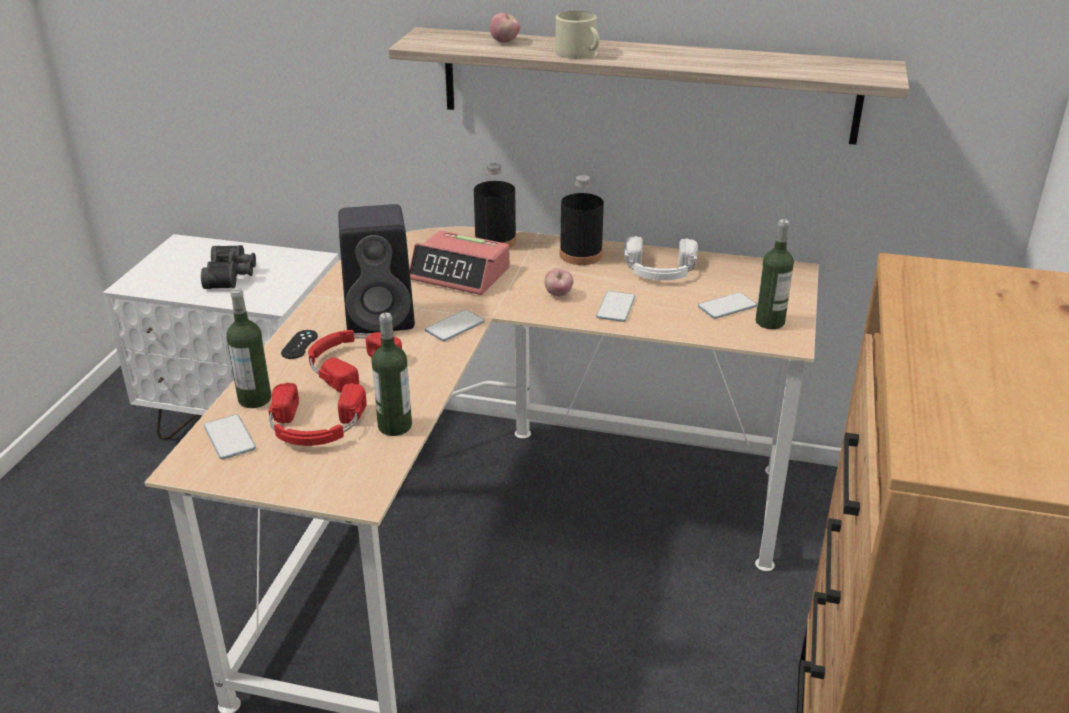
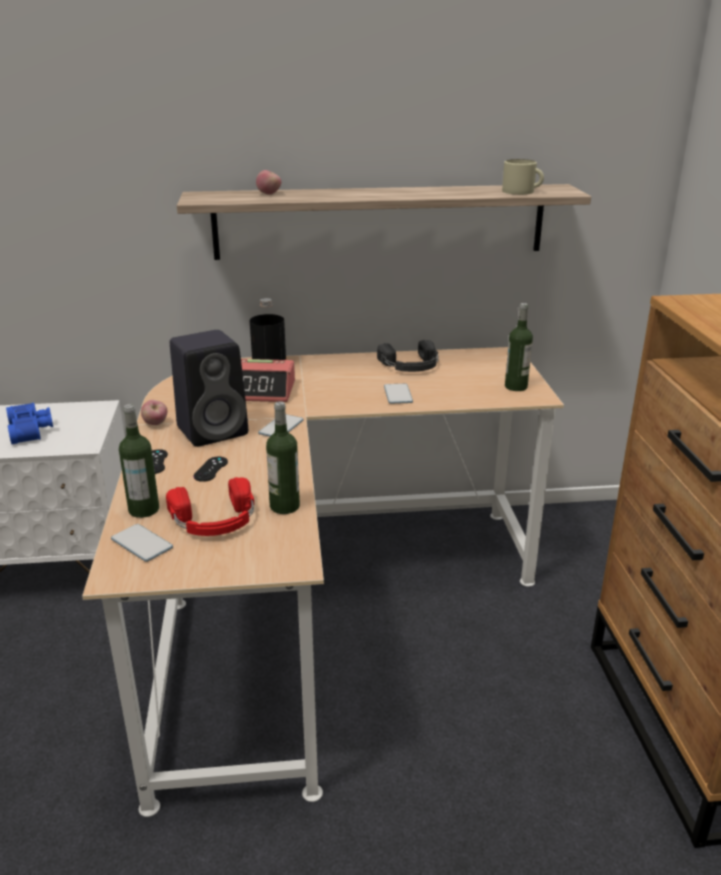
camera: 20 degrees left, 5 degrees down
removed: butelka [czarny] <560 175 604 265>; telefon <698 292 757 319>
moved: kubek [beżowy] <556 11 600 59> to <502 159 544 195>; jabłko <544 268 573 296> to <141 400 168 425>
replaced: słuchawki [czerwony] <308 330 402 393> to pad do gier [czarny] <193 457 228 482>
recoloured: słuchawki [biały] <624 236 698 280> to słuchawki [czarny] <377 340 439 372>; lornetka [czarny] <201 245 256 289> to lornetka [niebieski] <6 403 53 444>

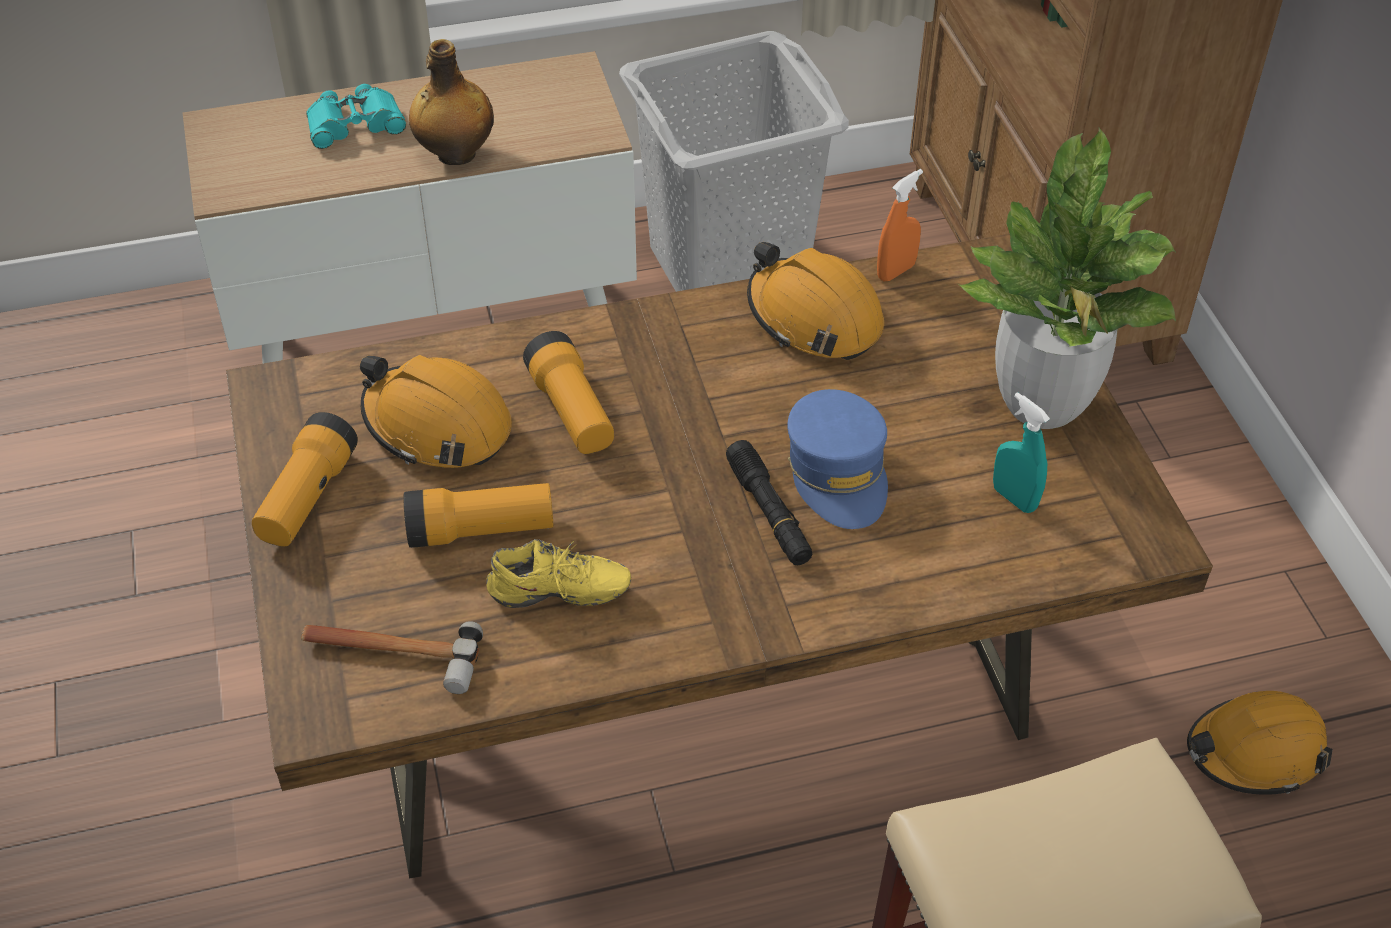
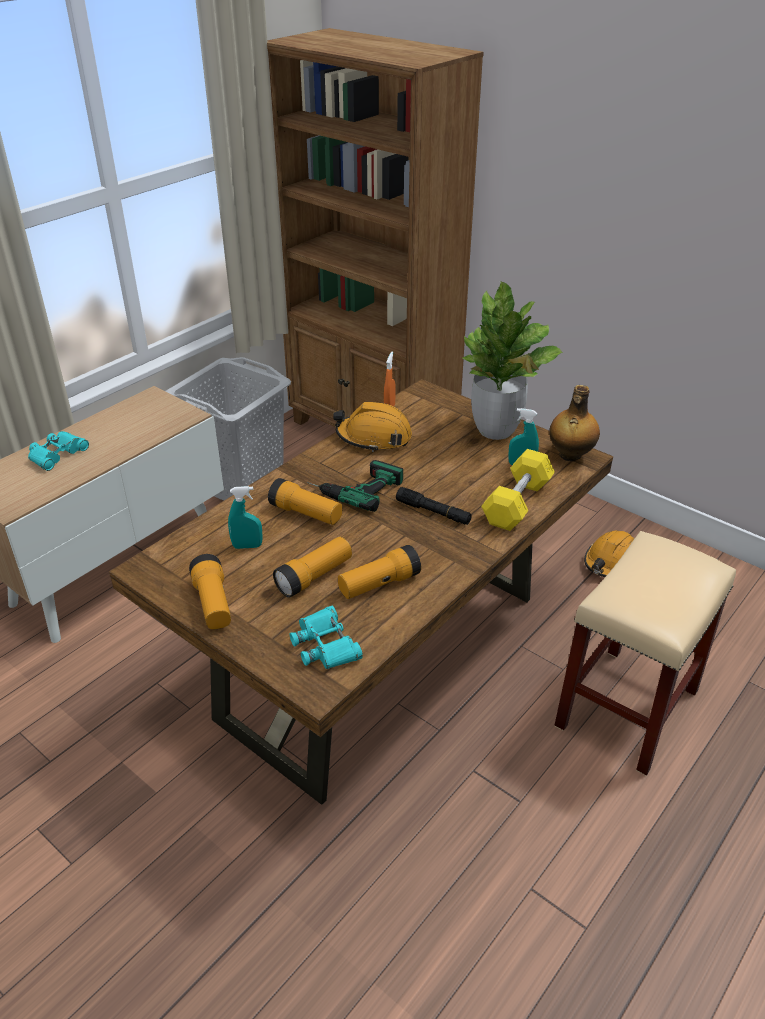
camera: 35 degrees left, 10 degrees down
removed: czapka z daszkiem [niebieski] <787 389 888 529>
added: hantel [żółty] <481 449 555 531>; wiertarka <307 460 403 512>
moved: butelka <409 39 494 165> to <549 385 600 461>
replaced: kask [pomarańczowy] <360 355 512 468> to spryskiwacz [turkusowy] <228 486 263 549>; but [żółty] <486 539 631 608> to latarka <338 545 421 599>; młotek <301 621 483 694> to lornetka [turkusowy] <290 606 363 669>

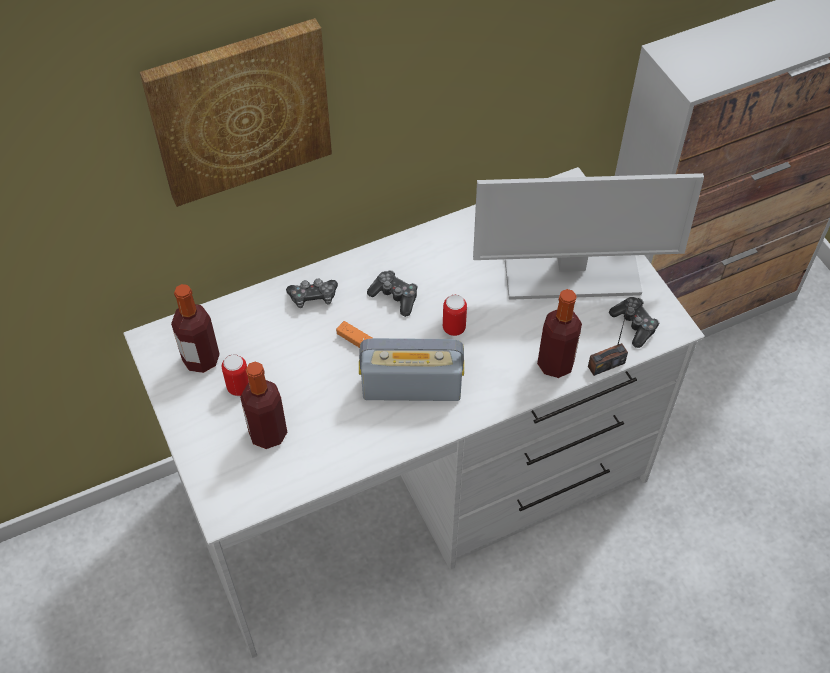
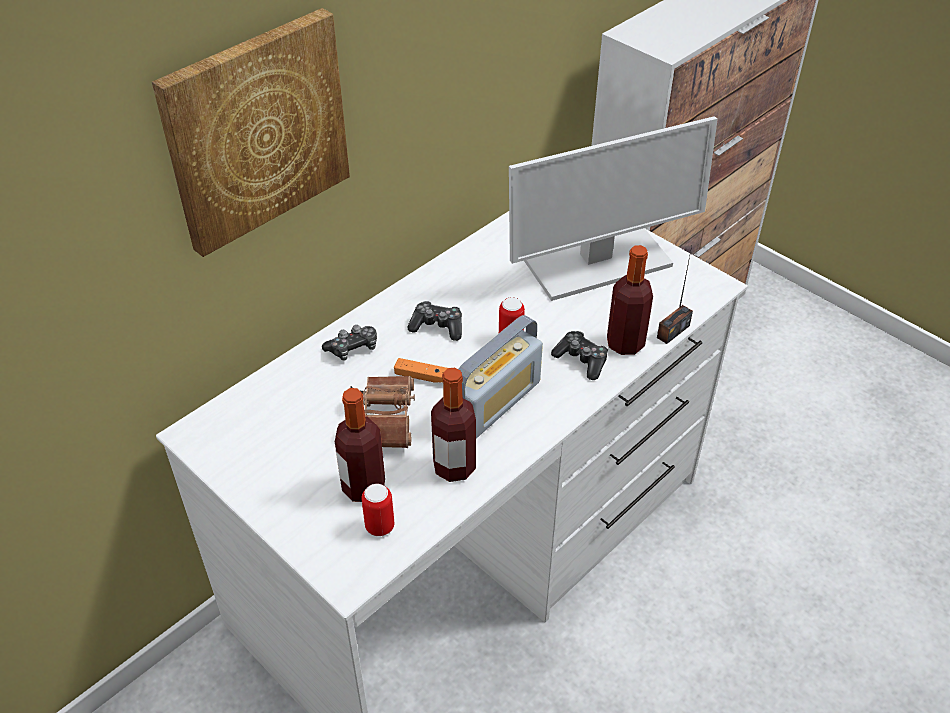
camera: 20 degrees left, 10 degrees down
added: lornetka [brązowy] <350 376 415 448>
moved: butelka <171 284 220 373> to <431 367 476 482>; pad do gier <609 297 660 348> to <551 331 608 380>; puszka <222 355 249 396> to <361 484 394 537>
turned: radio <359 338 464 401> = <459 315 543 438> 150 degrees clockwise

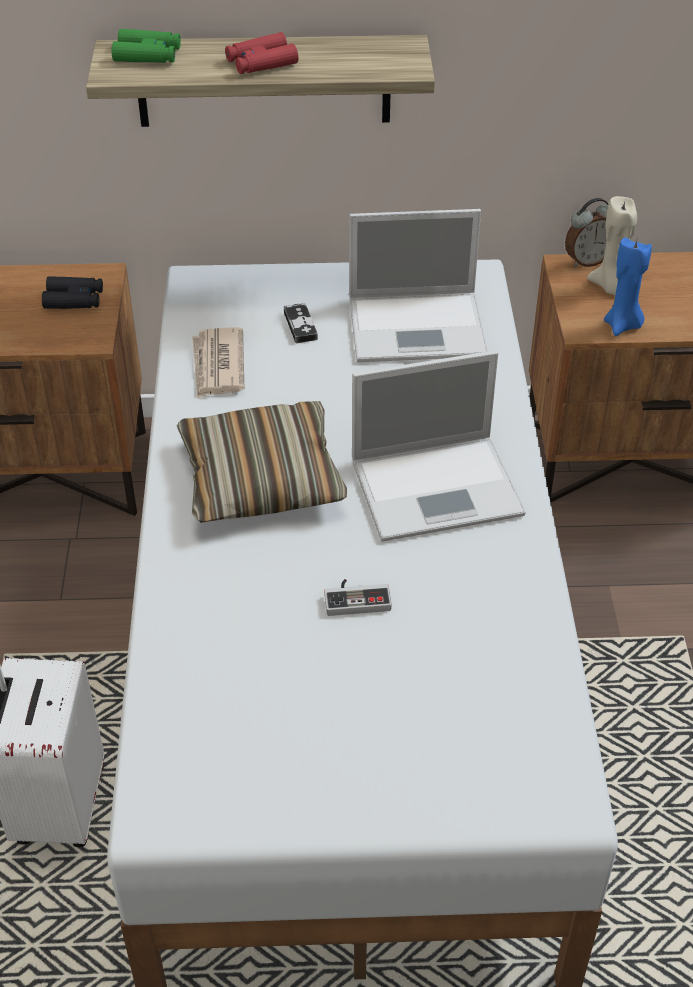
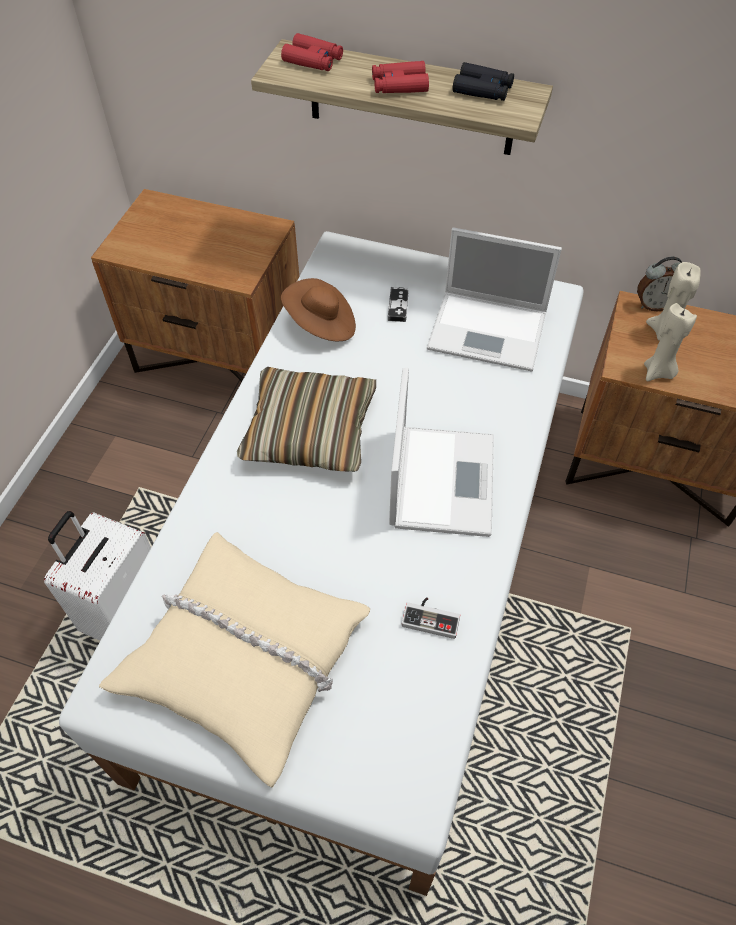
camera: 20 degrees right, 10 degrees up
added: poduszka [beżowy] <99 532 370 788>
moved: lornetka [czarny] <42 276 103 309> to <452 62 514 101>; pad do gier <324 579 392 616> to <402 597 460 639>
replaced: gazeta <192 327 244 398> to kapelusz [brązowy] <281 278 356 341>
recoloured: lornetka [zielony] <112 29 181 63> to lornetka [czerwony] <281 33 343 71>; świeca [niebieski] <604 237 652 336> to świeca [beżowy] <644 303 697 381>
turned: laptop <352 350 526 542> = <389 368 494 537> 90 degrees counterclockwise

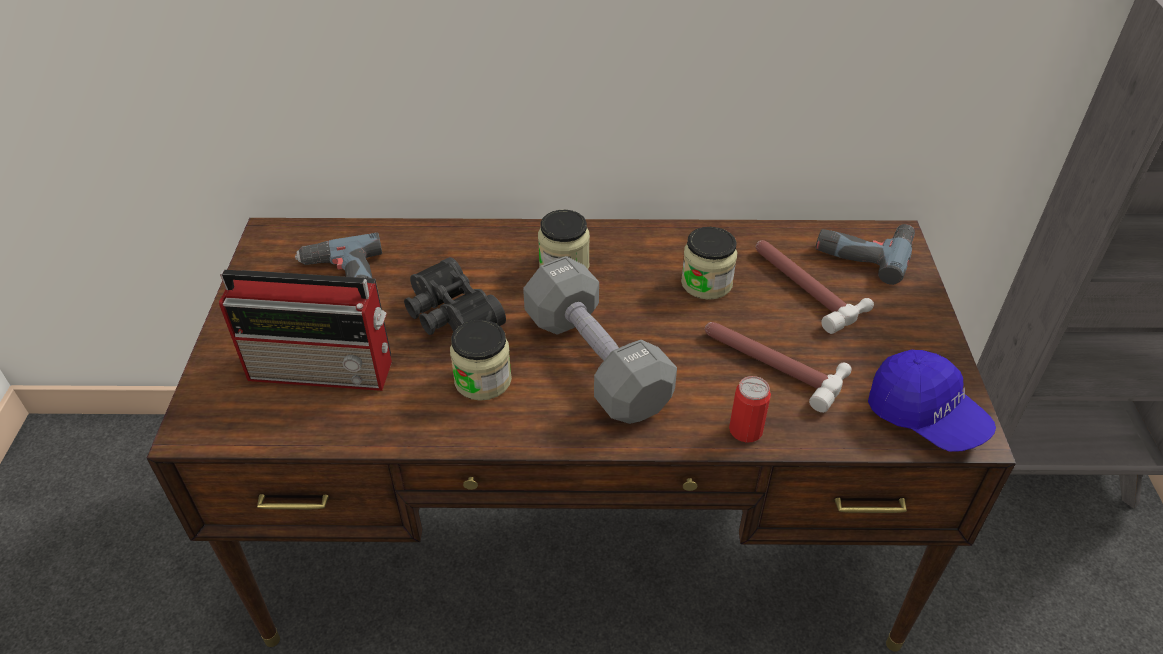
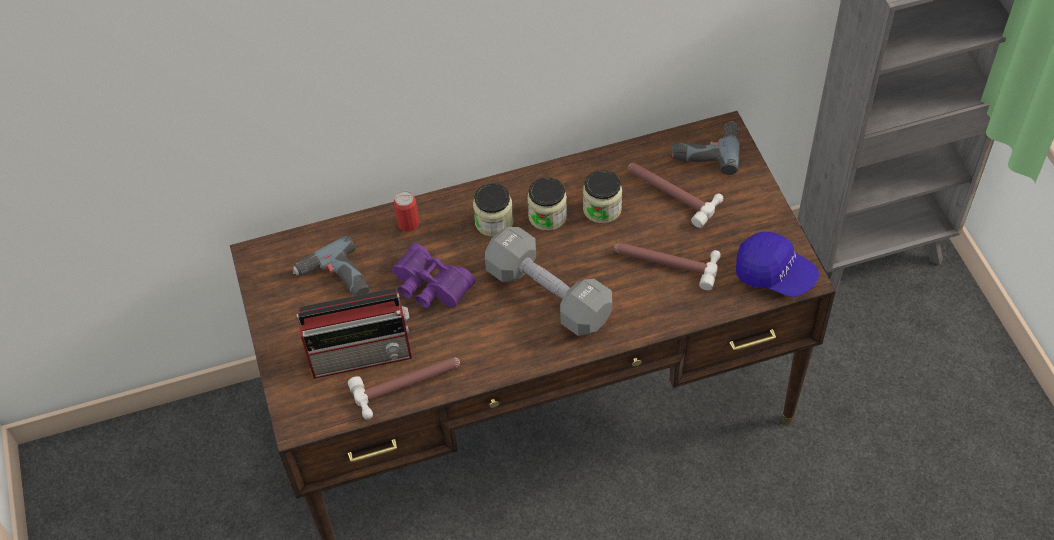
camera: 15 degrees left, 10 degrees up
added: młotek <348 358 460 420>
moved: słoik <450 320 512 401> to <527 178 567 231>; puszka <729 376 771 443> to <394 191 419 232>
recoloured: lornetka [czarny] <404 257 506 335> to lornetka [fioletowy] <392 243 475 308>

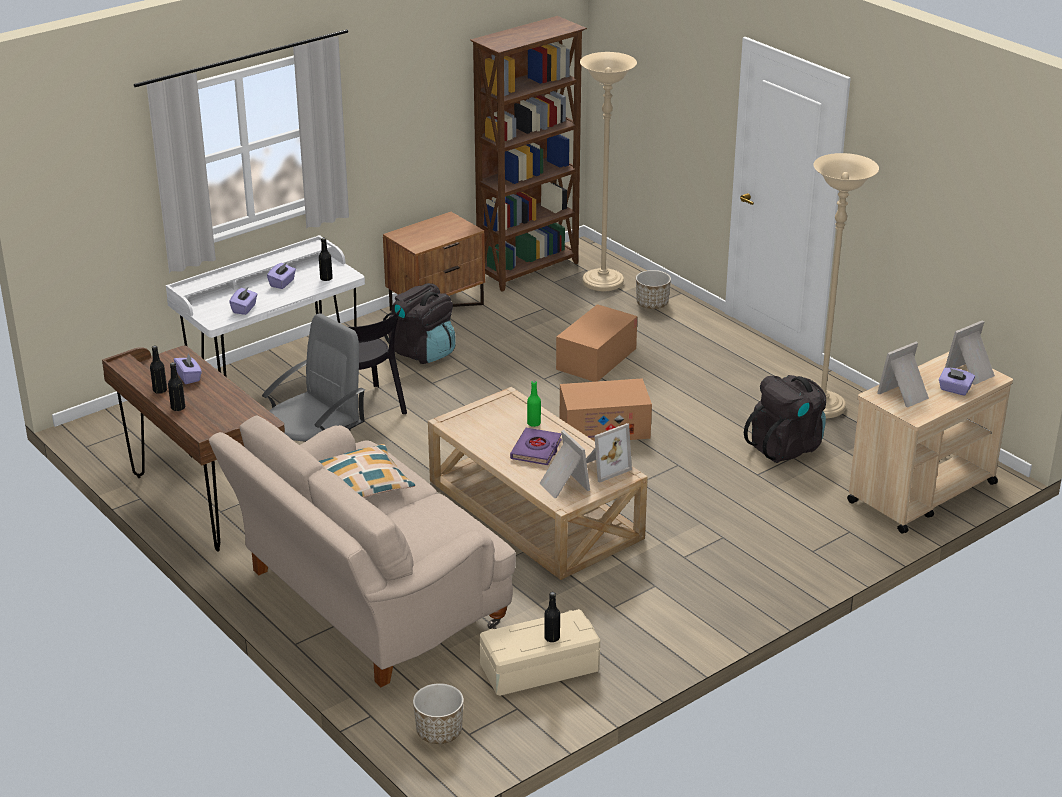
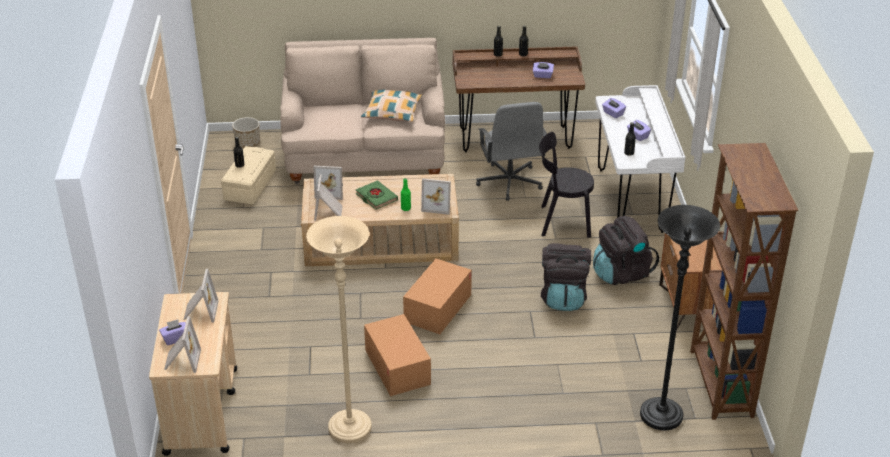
camera: 125 degrees right, 5 degrees up
removed: donica <636 270 671 309>
added: ramka na zdjęcie <421 178 451 215>
moved: karton <556 304 637 382> to <364 314 431 396>; plecak [czarny] <744 375 826 463> to <541 243 591 311>
recoloured: lampa stojąca [beżowy] <580 52 637 292> to lampa stojąca [czarny] <640 205 720 430>; książka [fioletowy] <510 428 562 465> to książka [zielony] <356 180 398 210>

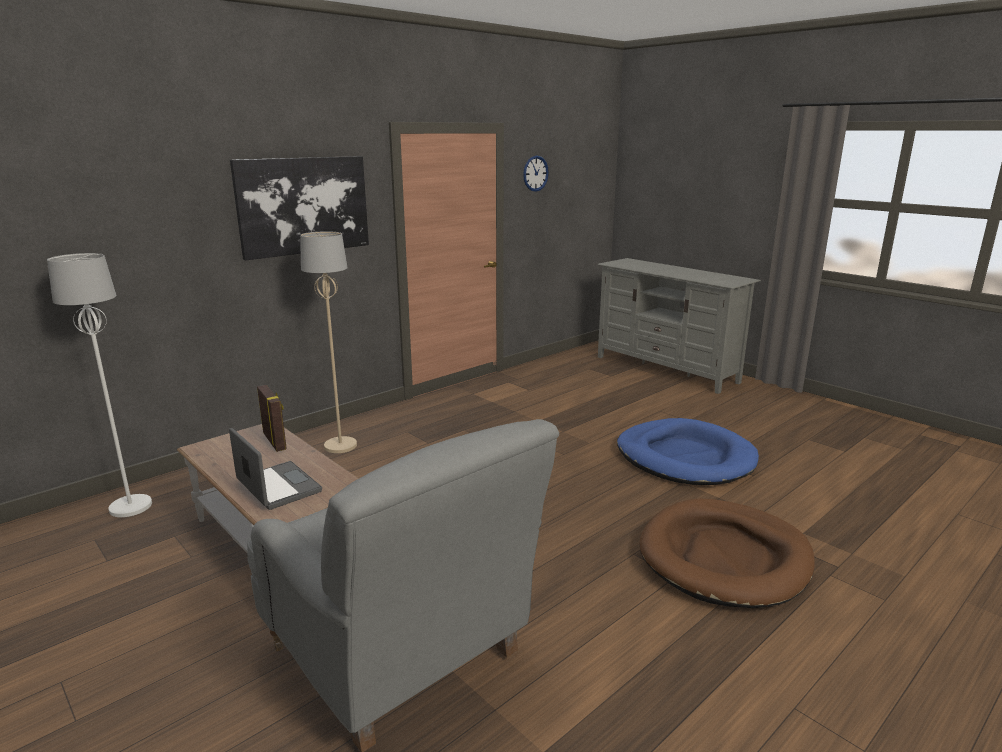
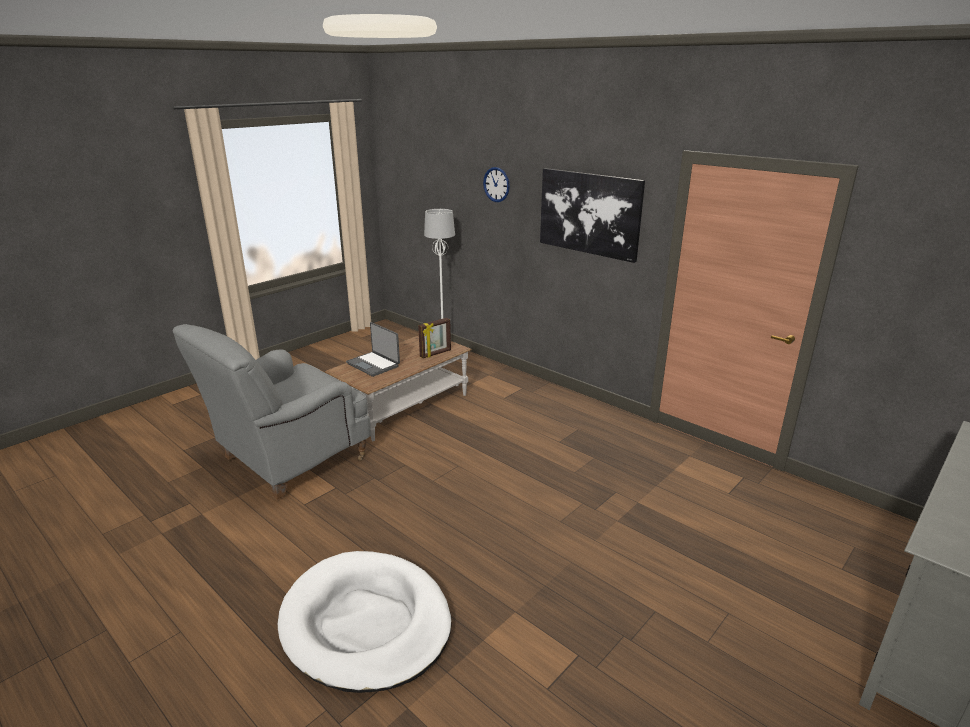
camera: 85 degrees right, 5 degrees up
removed: lampa stojąca [beżowy] <300 231 357 453>; legowisko [niebieski] <617 418 759 485>
moved: zegar ścienny <523 156 549 192> to <483 167 510 202>
recoloured: legowisko [brązowy] <640 499 815 608> to legowisko [biały] <278 551 451 693>
turned: laptop <229 428 322 510> = <346 322 400 377> 90 degrees clockwise

